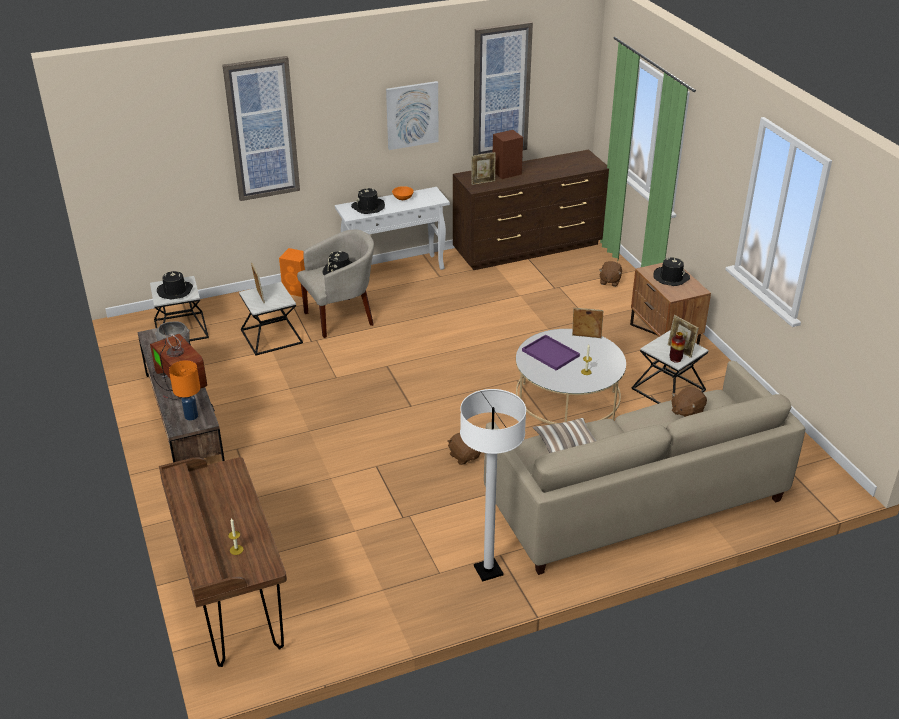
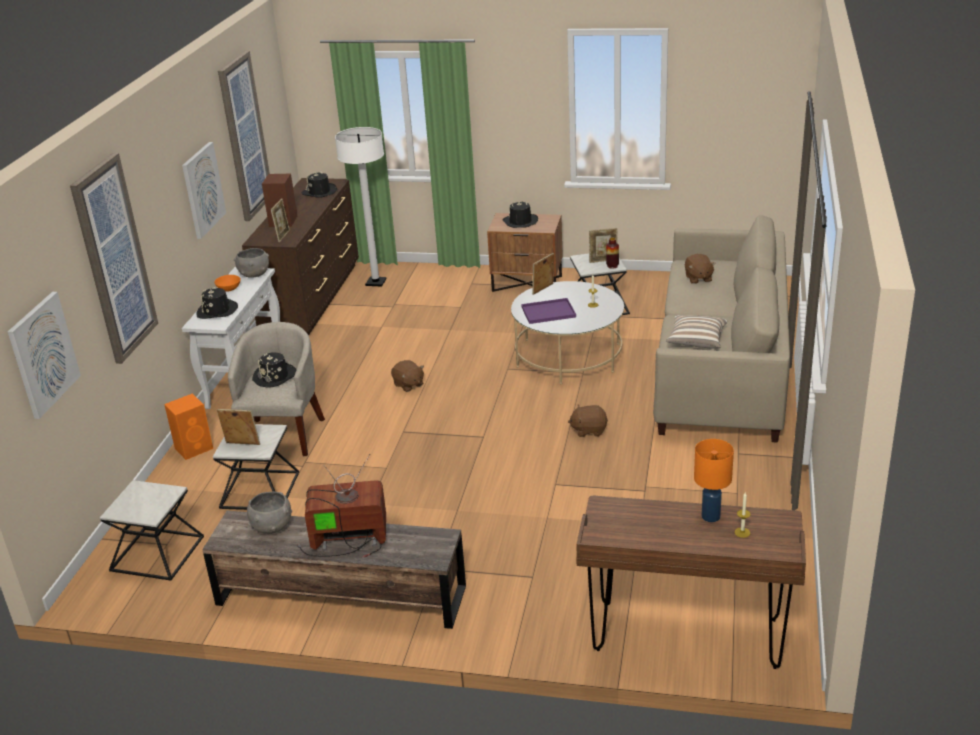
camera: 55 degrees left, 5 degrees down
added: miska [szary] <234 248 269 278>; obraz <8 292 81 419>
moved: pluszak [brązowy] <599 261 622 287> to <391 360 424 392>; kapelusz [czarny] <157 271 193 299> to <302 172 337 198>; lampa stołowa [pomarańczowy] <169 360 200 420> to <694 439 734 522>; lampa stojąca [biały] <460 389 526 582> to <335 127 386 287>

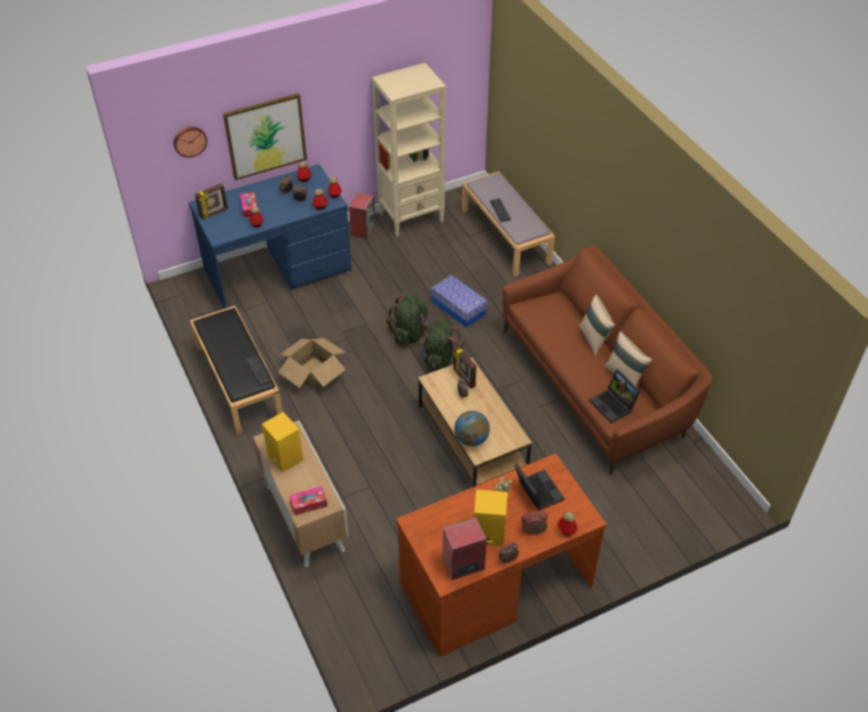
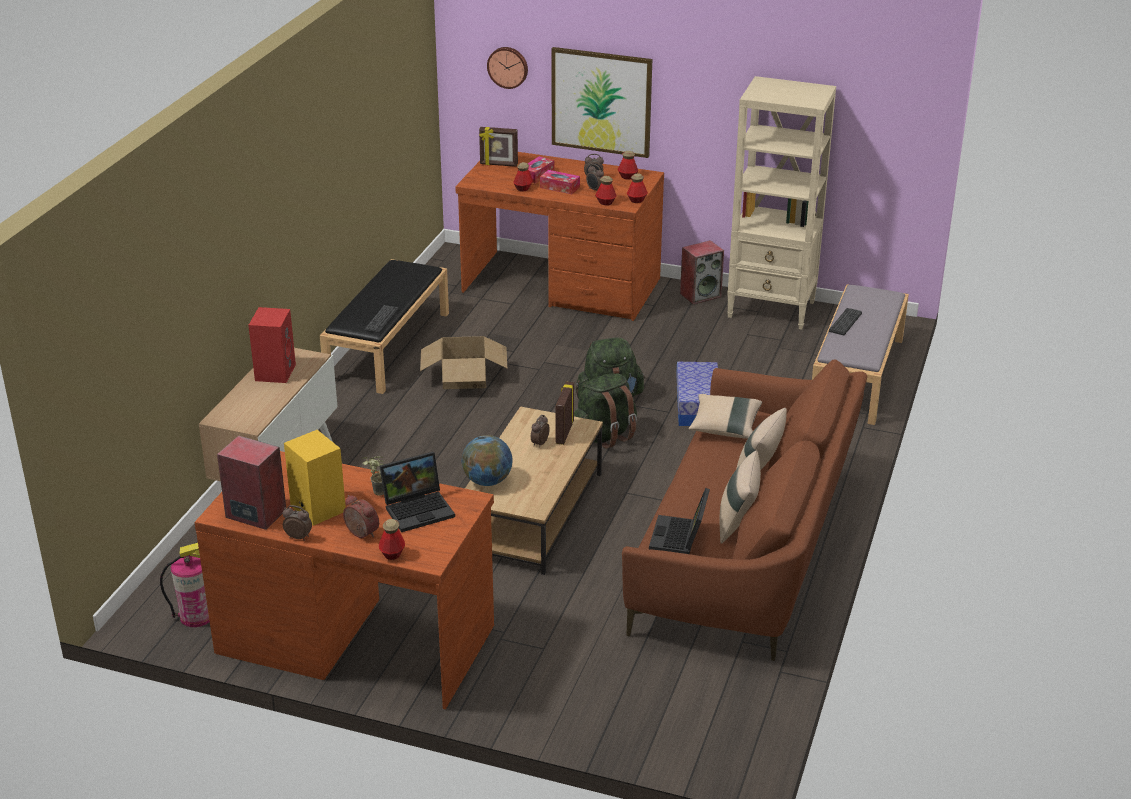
camera: 45 degrees right, 15 degrees down
added: poduszka [beżowy] <689 394 762 439>; gaśnica <160 543 210 627>
moved: pudełko chusteczek <290 486 327 516> to <540 170 580 194>
recoloured: biurko [niebieski] <189 164 352 309> to biurko [brązowy] <455 152 664 321>; głośnik [żółty] <262 412 303 472> to głośnik [czerwony] <248 307 296 383>
turned: laptop <514 464 565 511> = <380 452 455 532> 45 degrees clockwise

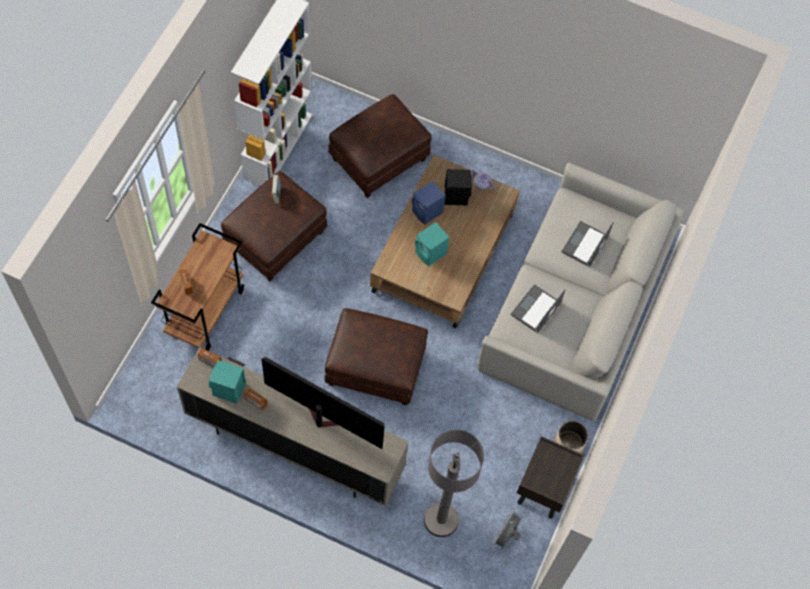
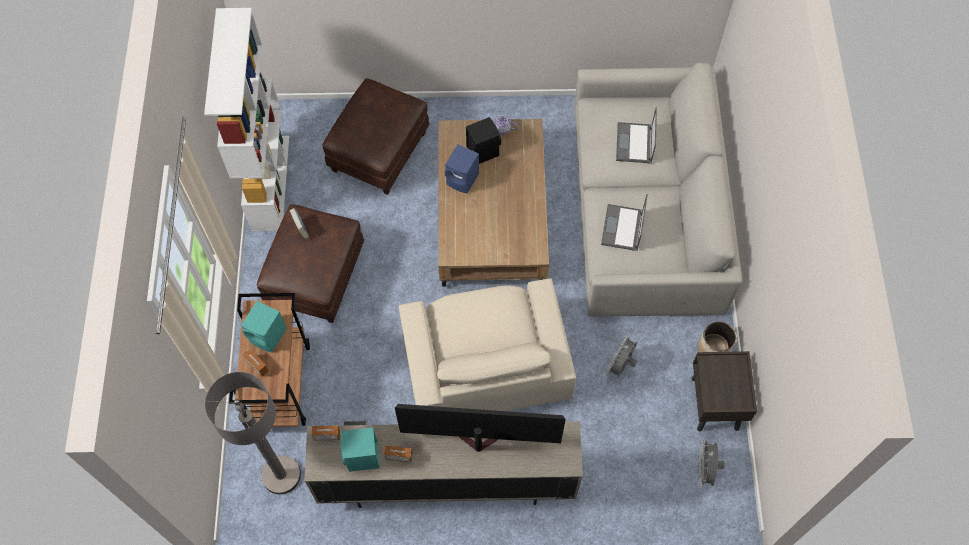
camera: 20 degrees left, 0 degrees up
added: wentylator [szary] <606 334 637 378>
moved: głośnik [turkusowy] <415 222 449 266> to <241 301 287 352>; lampa stojąca [szary] <424 430 484 537> to <205 372 301 494>
replaced: pufa [brązowy] <324 308 428 405> to fotel [beżowy] <399 278 576 411>

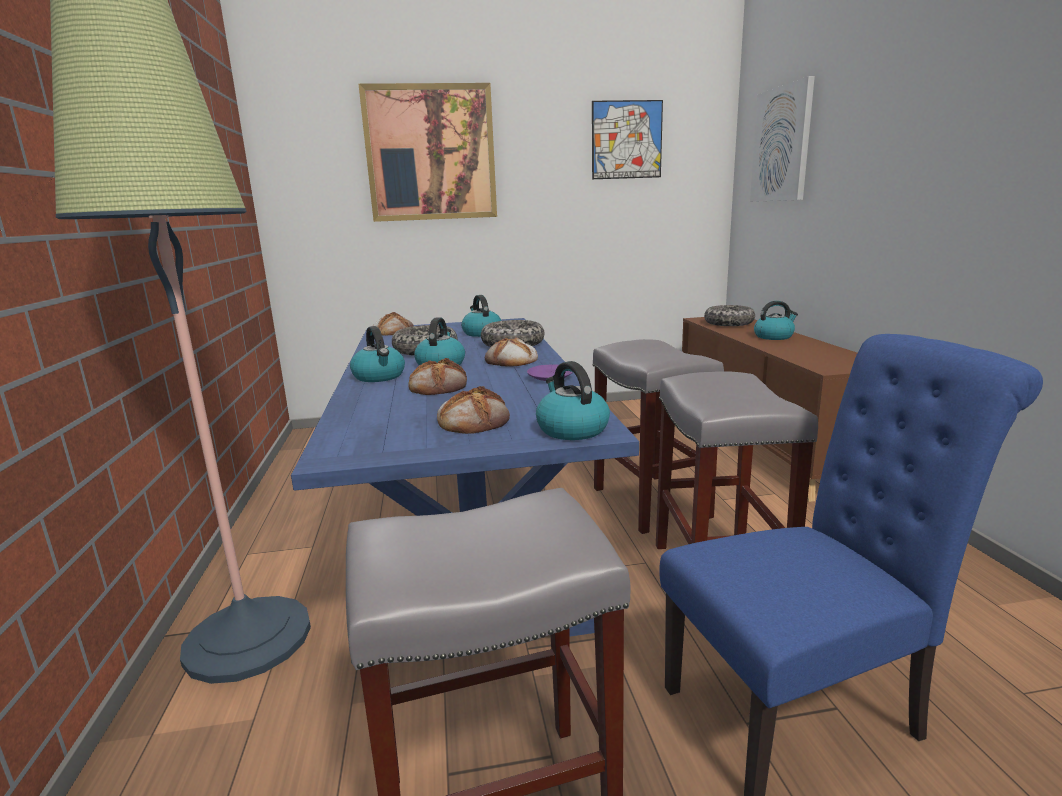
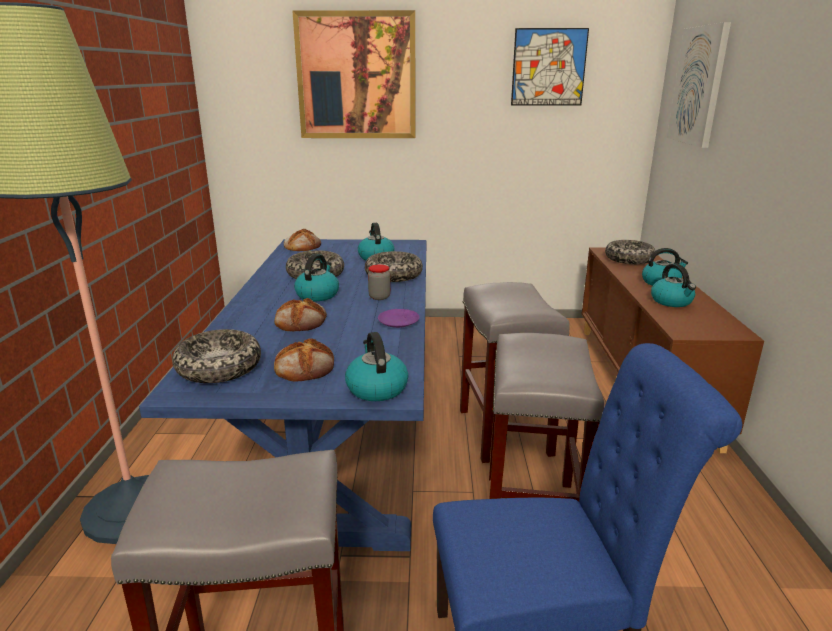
camera: 10 degrees right, 5 degrees up
added: miska <172 329 261 383>
moved: czajnik <350 326 405 382> to <651 263 696 307>
replaced: chleb <485 337 538 367> to słoik <368 264 390 300>

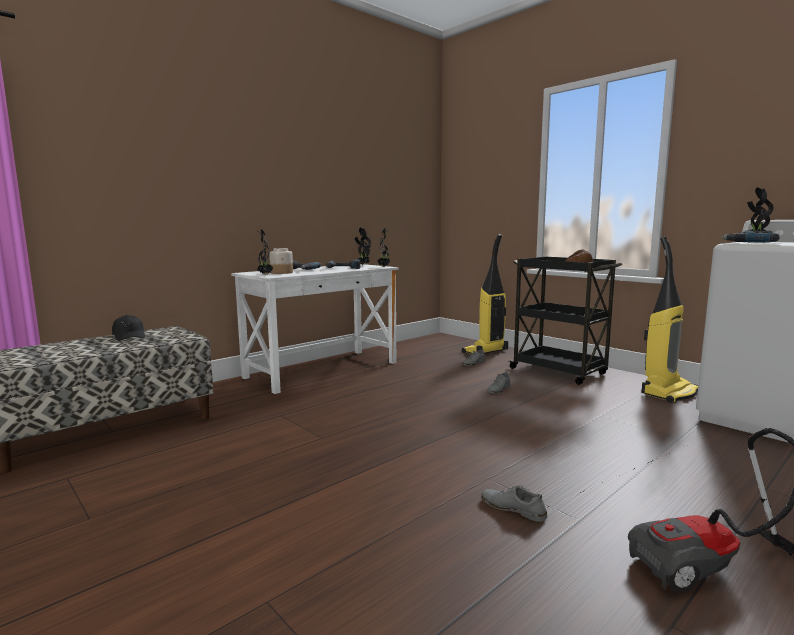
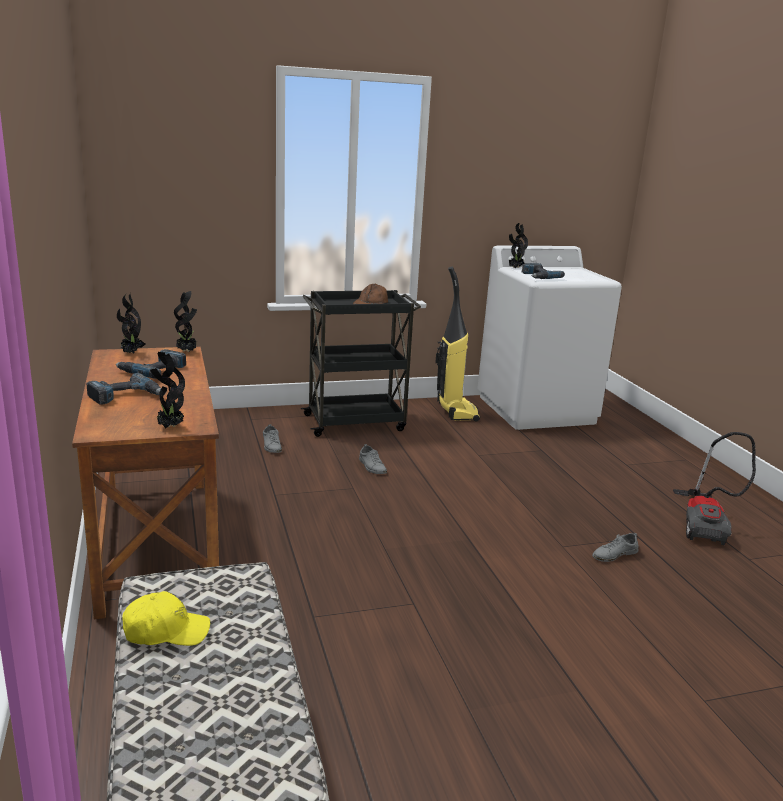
camera: 65 degrees left, 10 degrees up
removed: odkurzacz <462 234 508 354>; słoik <269 248 293 274>
recoloured: biurko [biały] <231 264 399 394> to biurko [brązowy] <72 347 219 619>; czapka z daszkiem [czarny] <112 315 145 341> to czapka z daszkiem [żółty] <122 591 210 646>

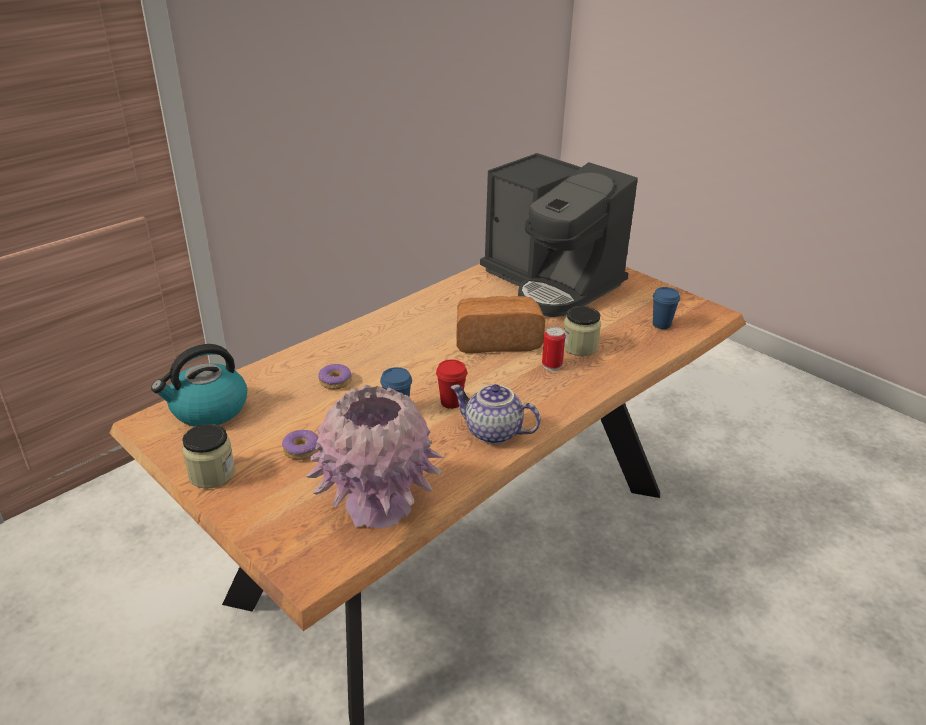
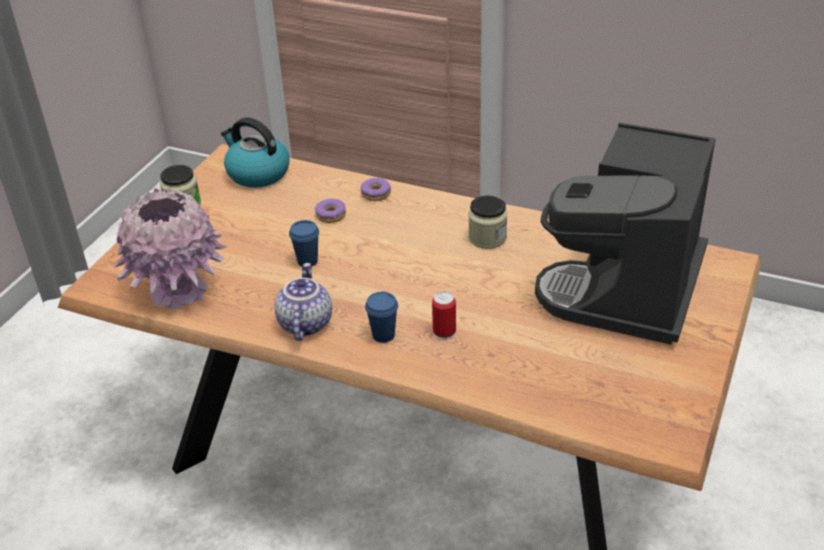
camera: 70 degrees right, 5 degrees up
removed: chleb <456 296 546 353>; filiżanka [czerwony] <436 359 467 409>
moved: filiżanka [niebieski] <653 287 680 329> to <365 292 398 343>; słoik <564 306 601 356> to <469 196 507 249>; donut <282 430 318 460> to <361 178 391 201>

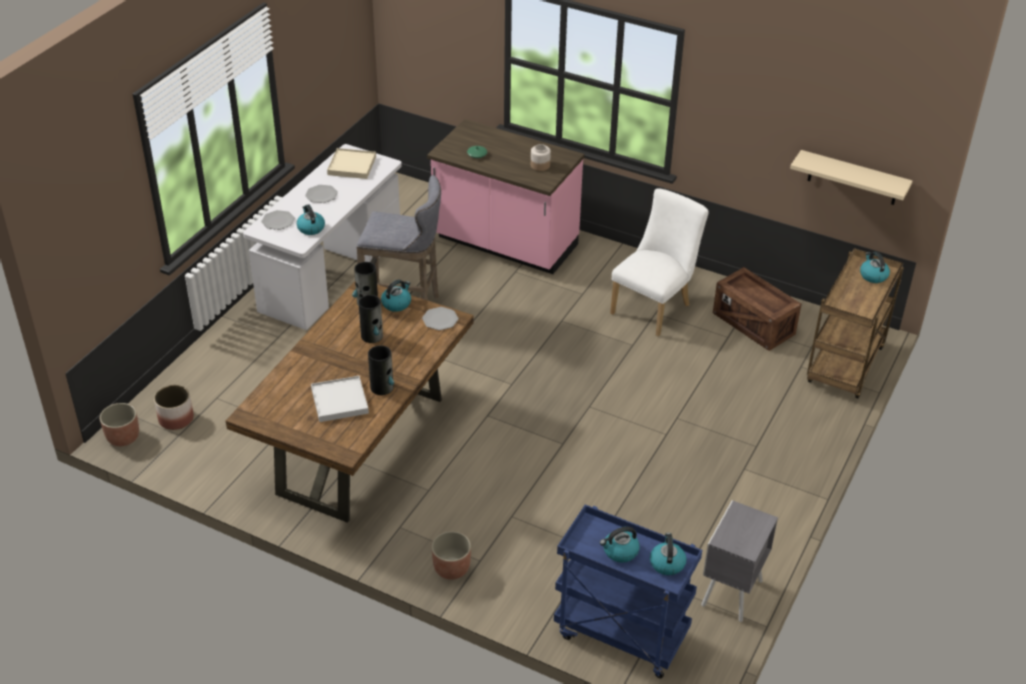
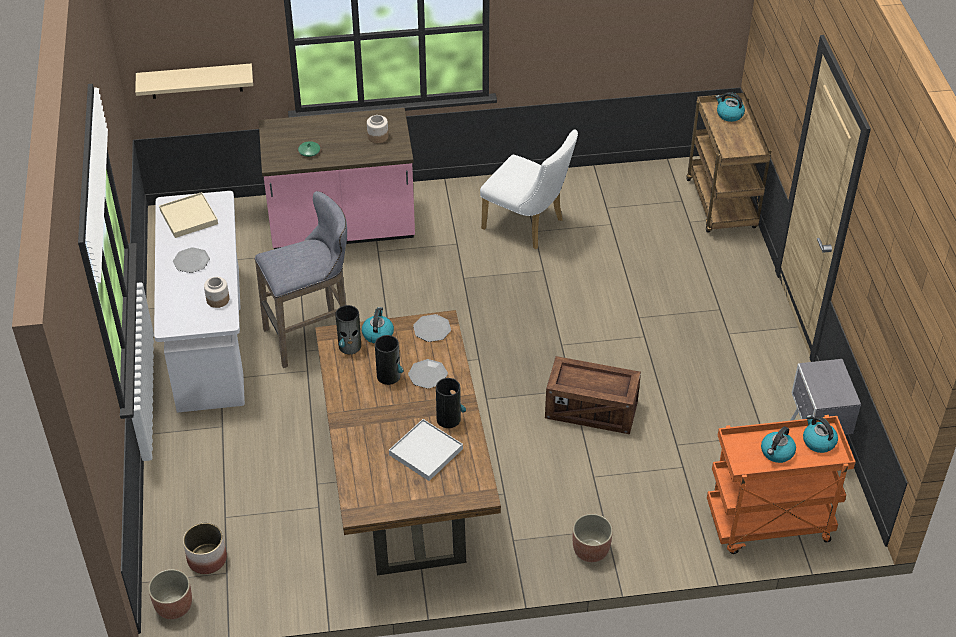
camera: 35 degrees left, 5 degrees up
moved: półka [beżowy] <790 150 912 205> to <135 64 253 99>; talerz <261 210 295 230> to <408 359 448 389>; skrzynka <713 267 801 351> to <545 356 641 434>
replaced: czajnik <297 204 325 235> to słoik <204 277 229 308>
recoloured: wózek [niebieski] <554 505 702 679> to wózek [pomarańczowy] <707 415 856 554>
turned: krzesło [biały] <610 188 709 337> = <480 129 578 250> 120 degrees clockwise

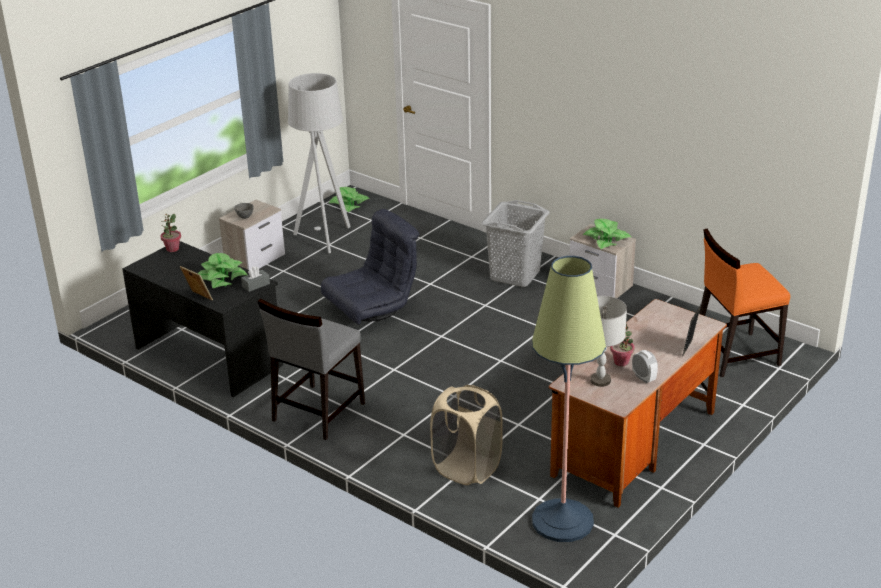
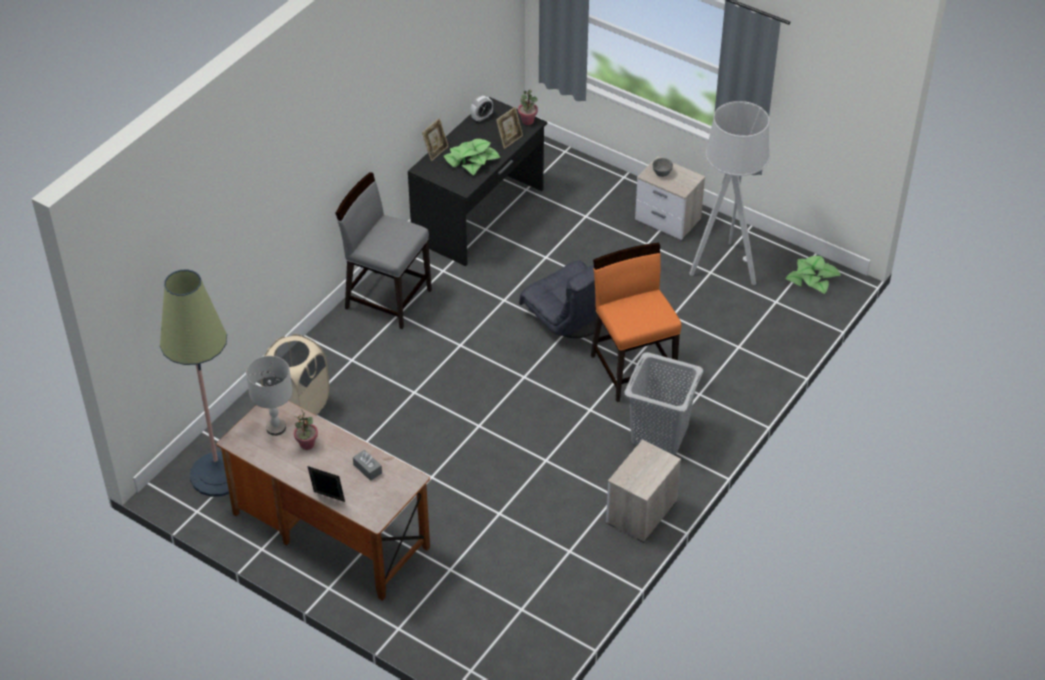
camera: 85 degrees right, 15 degrees up
removed: roślina doniczkowa <583 219 631 249>
added: ramka na zdjęcie <496 107 523 149>
moved: krzesło [pomarańczowy] <699 229 790 377> to <591 243 682 402>; pudełko chusteczek [szary] <241 266 270 292> to <353 450 382 481>; budzik <632 350 658 383> to <471 96 493 122>

